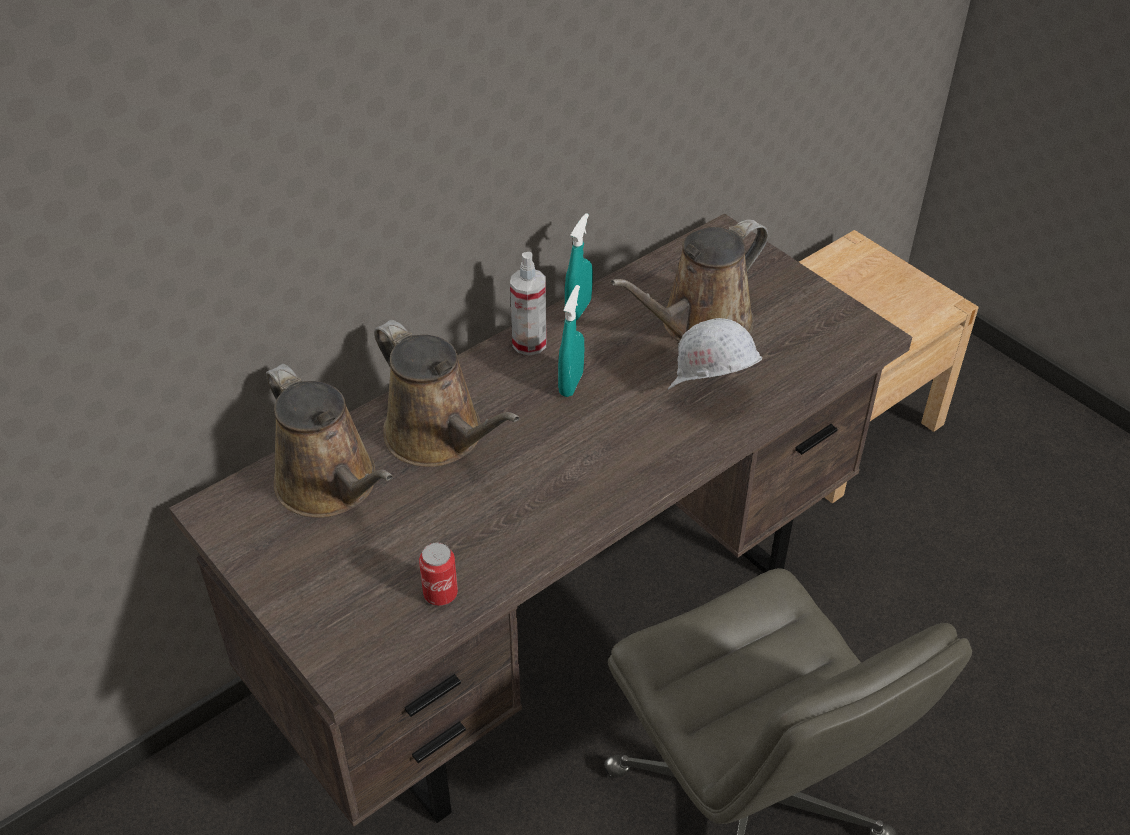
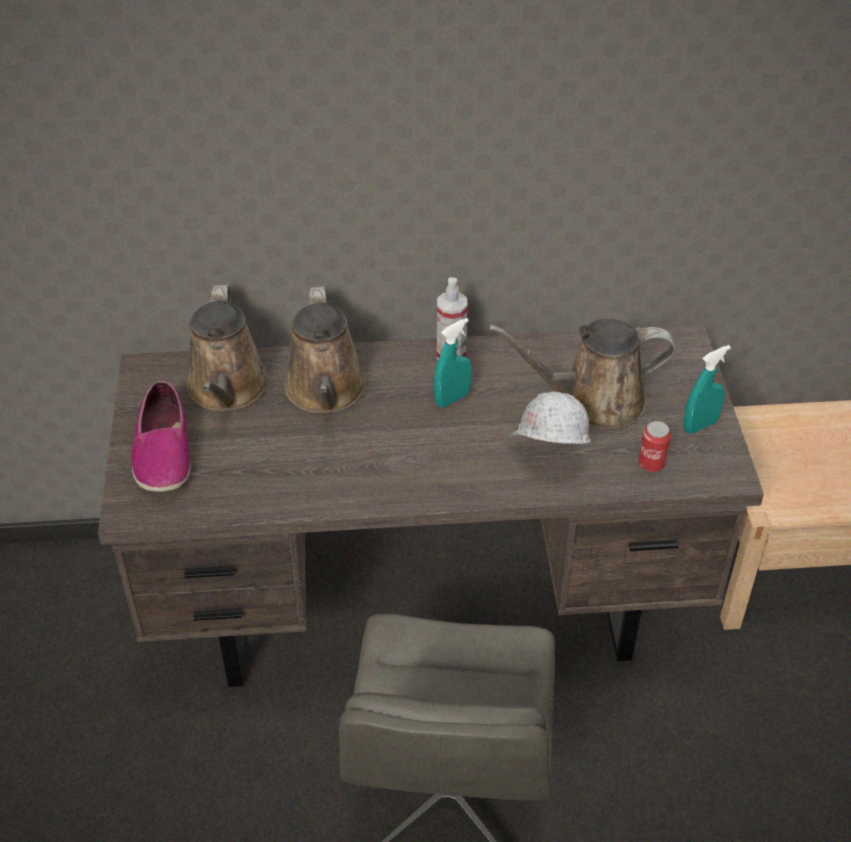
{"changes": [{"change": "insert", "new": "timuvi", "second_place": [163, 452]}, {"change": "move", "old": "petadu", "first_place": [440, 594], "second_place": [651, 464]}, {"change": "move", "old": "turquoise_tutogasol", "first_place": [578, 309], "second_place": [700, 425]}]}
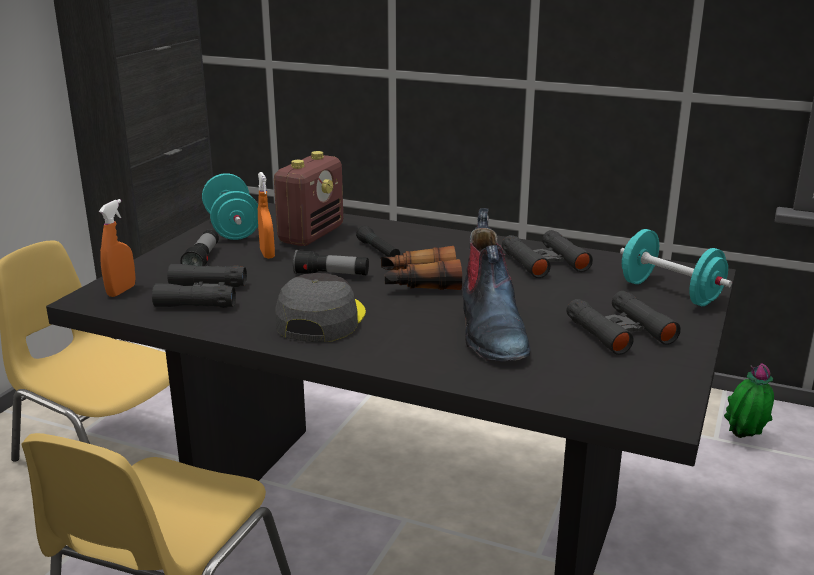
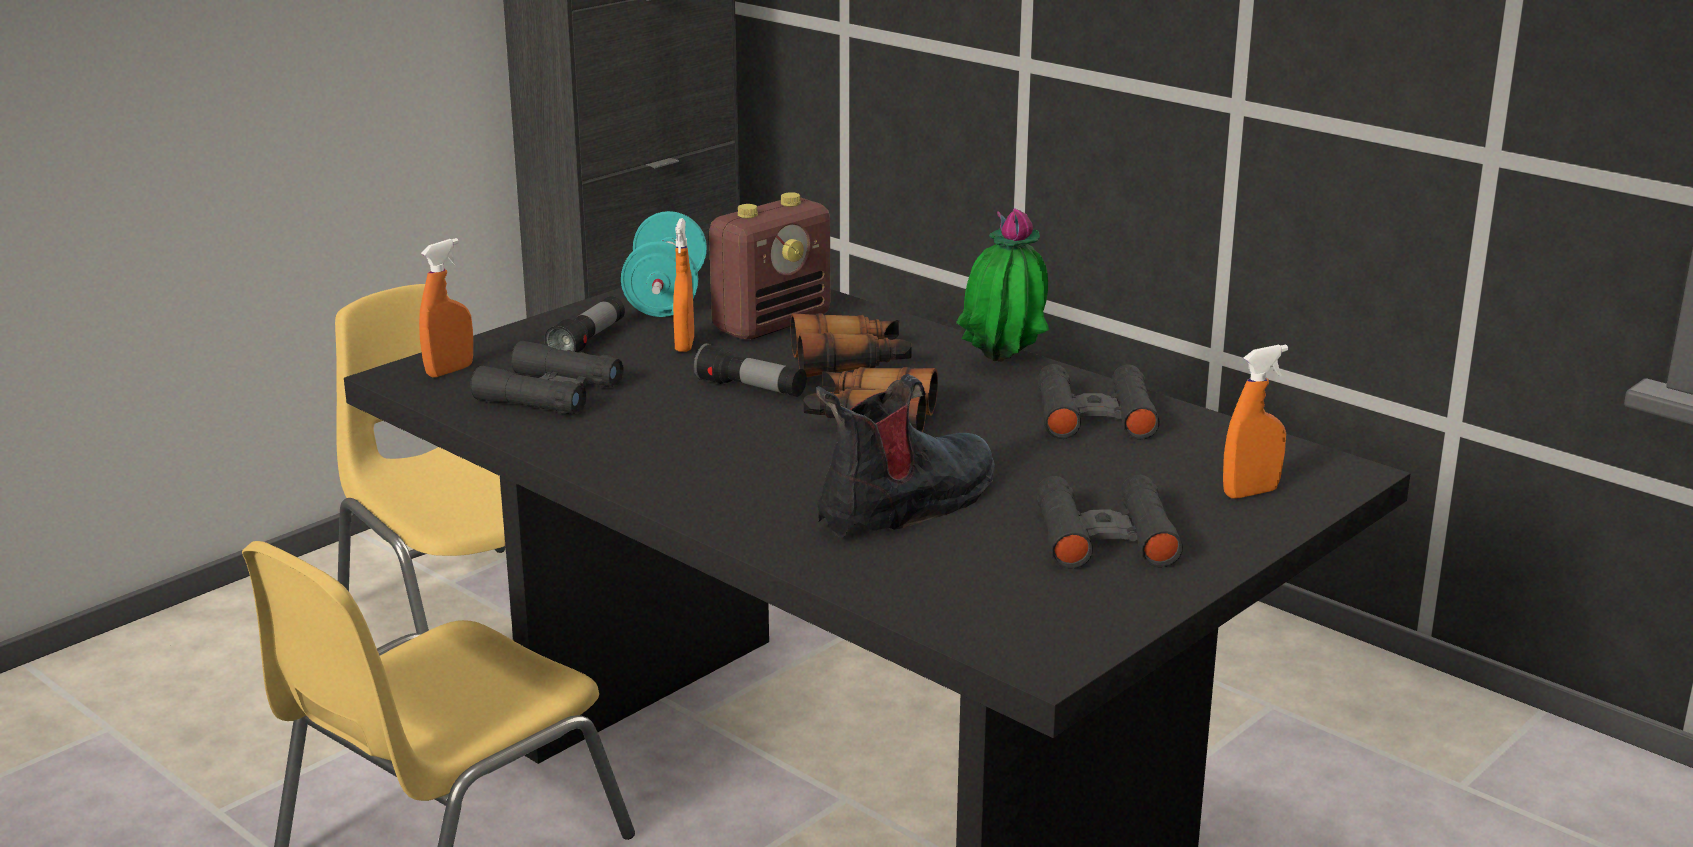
{"changes": [{"change": "replace", "old": "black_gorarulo", "new": "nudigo", "first_place": [378, 251], "second_place": [851, 363]}, {"change": "rotate", "old": "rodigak", "first_place": [490, 331], "second_place": [909, 505], "degrees": -150}, {"change": "move", "old": "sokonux", "first_place": [744, 439], "second_place": [1002, 364]}, {"change": "replace", "old": "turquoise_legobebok", "new": "orange_tutogasol", "first_place": [670, 293], "second_place": [1250, 492]}, {"change": "delete", "old": "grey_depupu", "first_place": [320, 319]}]}
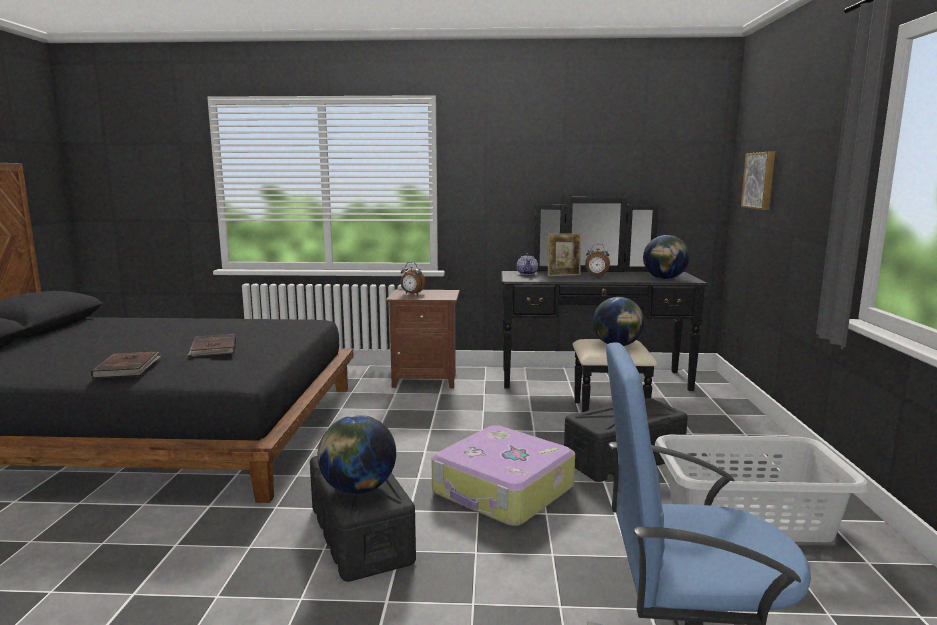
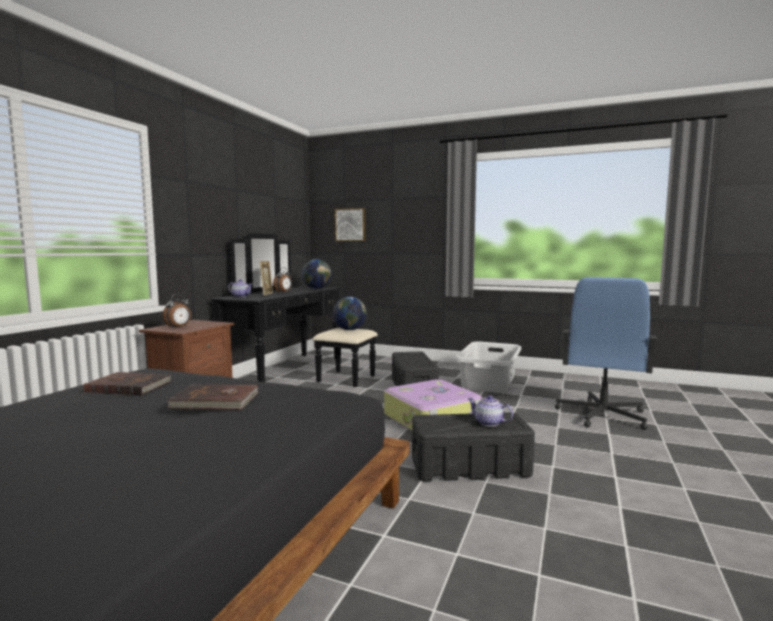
{"changes": [{"change": "move", "old": "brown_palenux", "first_place": [128, 367], "second_place": [129, 386]}, {"change": "replace", "old": "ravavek", "new": "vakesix", "first_place": [358, 489], "second_place": [489, 423]}]}
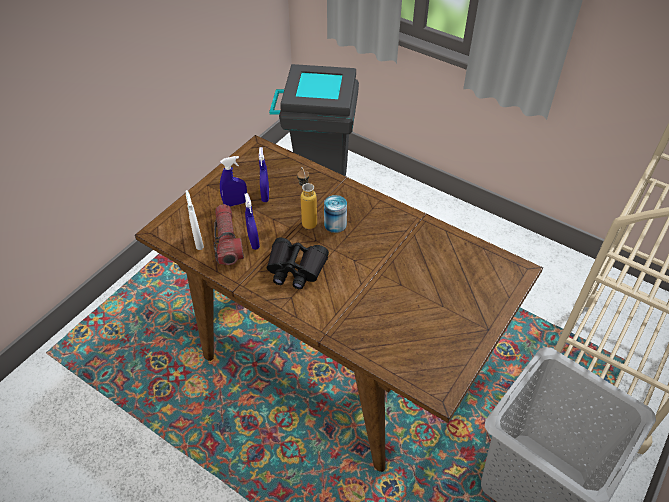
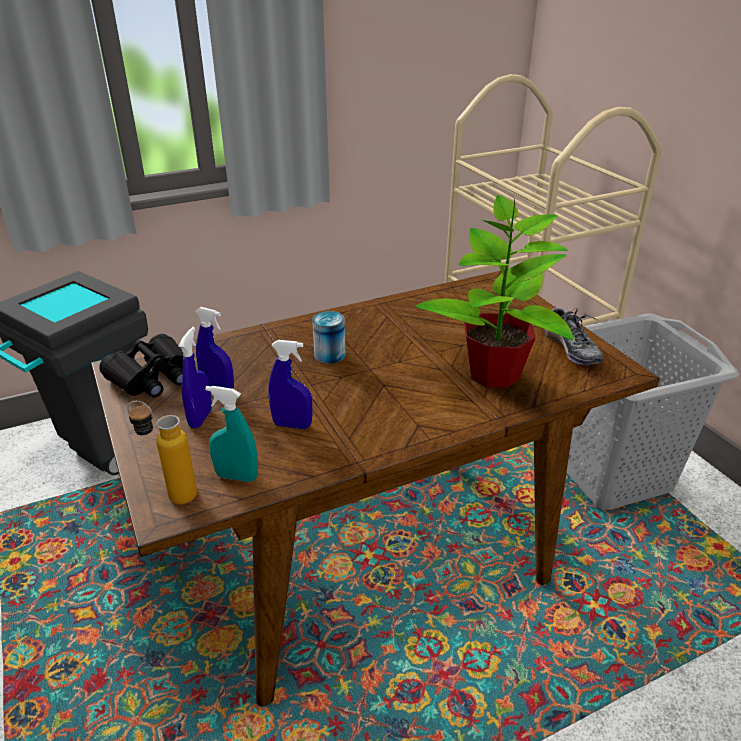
{"changes": [{"change": "move", "old": "black_nudigo", "first_place": [295, 268], "second_place": [152, 377]}, {"change": "move", "old": "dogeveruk", "first_place": [307, 220], "second_place": [172, 494]}, {"change": "recolor", "old": "white_tutogasol", "new": "turquoise_tutogasol", "first_place": [198, 242], "second_place": [236, 476]}, {"change": "insert", "new": "sokonux", "second_place": [493, 375]}, {"change": "insert", "new": "timuvi", "second_place": [571, 349]}, {"change": "delete", "old": "gorarulo", "first_place": [227, 241]}]}
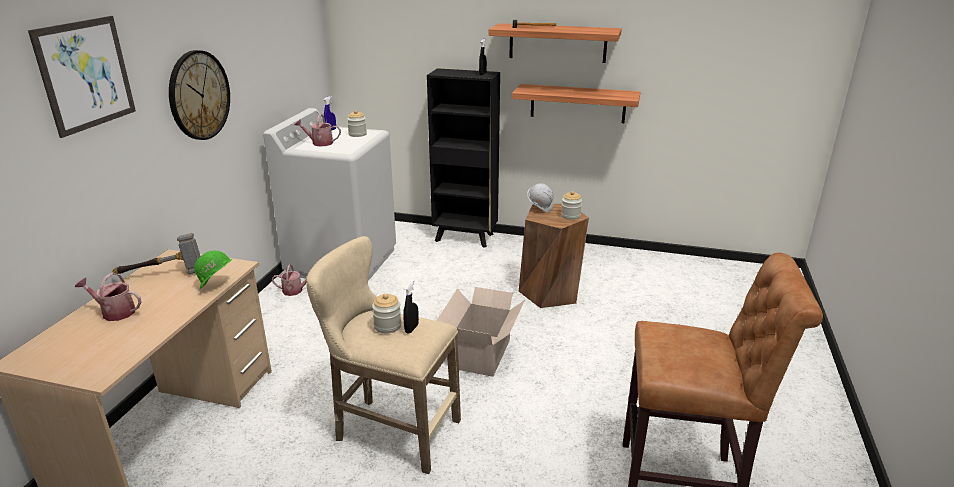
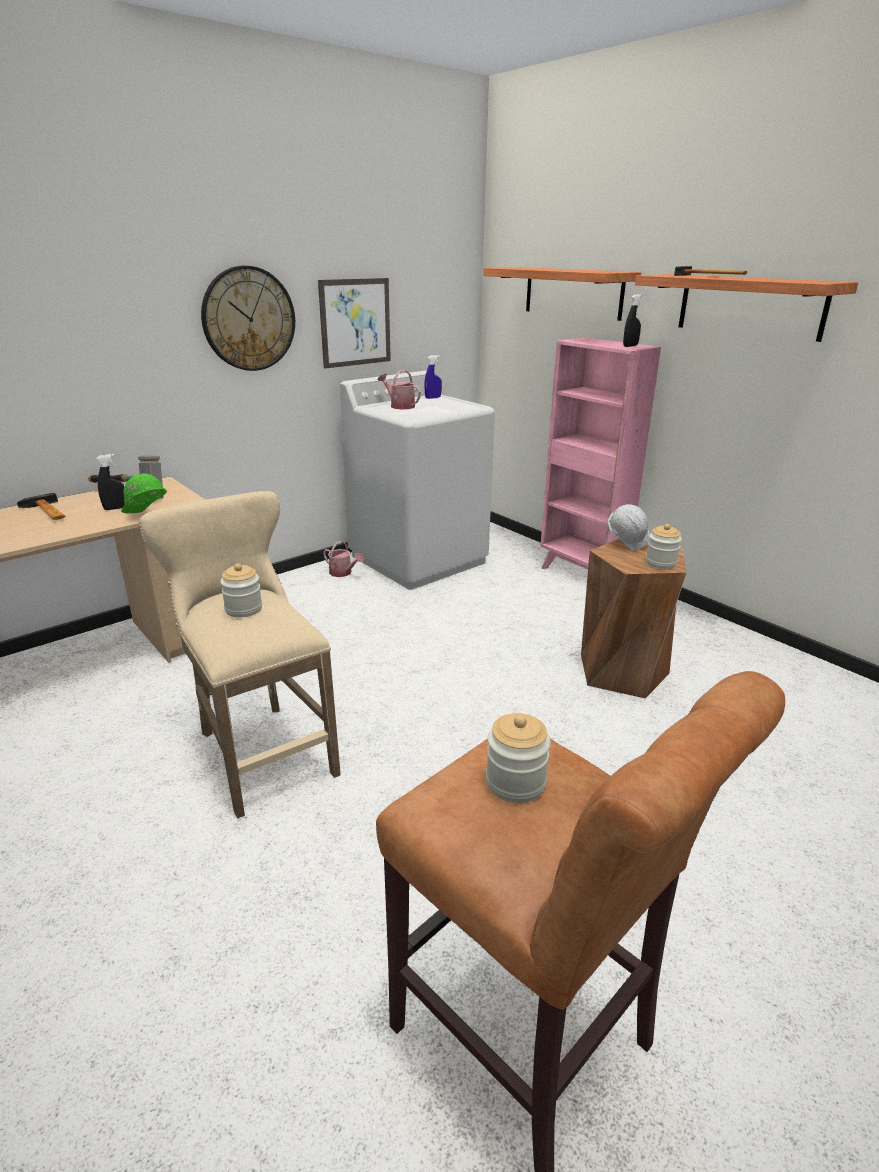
{"changes": [{"change": "replace", "old": "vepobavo", "new": "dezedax", "first_place": [114, 312], "second_place": [47, 513]}, {"change": "move", "old": "black_tutogasol", "first_place": [411, 328], "second_place": [115, 508]}, {"change": "move", "old": "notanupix", "first_place": [86, 74], "second_place": [355, 322]}, {"change": "move", "old": "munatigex", "first_place": [577, 103], "second_place": [573, 292]}, {"change": "move", "old": "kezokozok", "first_place": [357, 134], "second_place": [515, 782]}, {"change": "recolor", "old": "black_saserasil", "new": "pink_saserasil", "first_place": [465, 238], "second_place": [581, 574]}, {"change": "delete", "old": "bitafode", "first_place": [482, 352]}]}
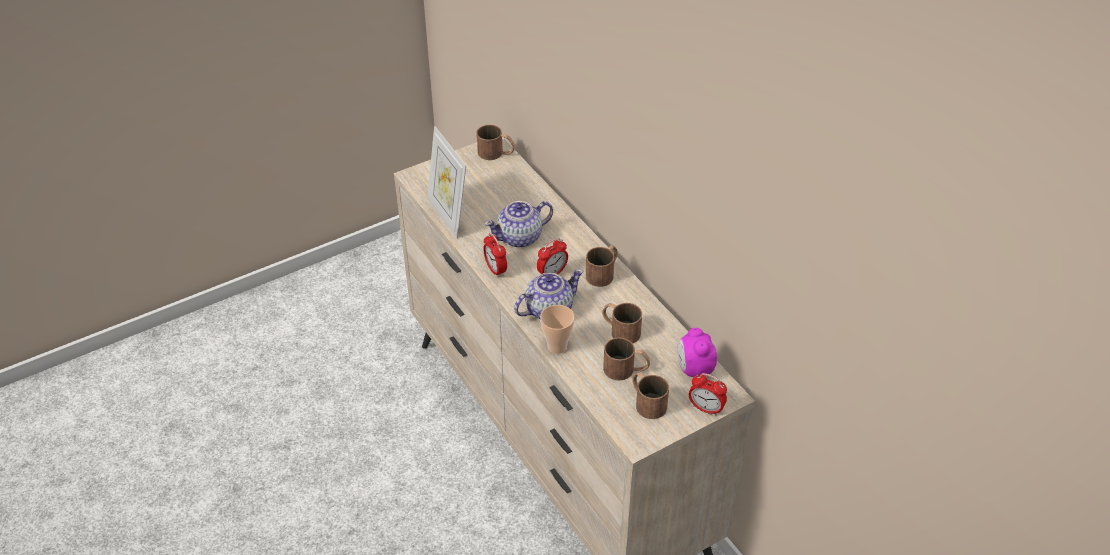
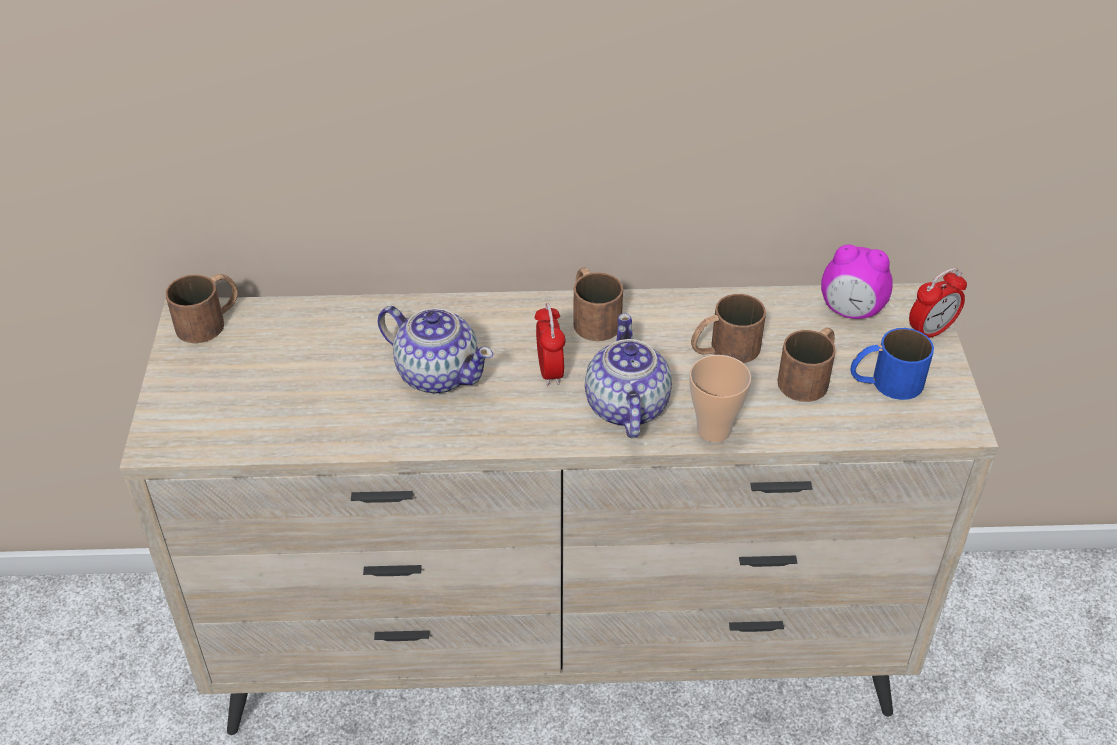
{"changes": [{"change": "rotate", "old": "vakesix", "first_place": [520, 237], "second_place": [437, 373], "degrees": -60}, {"change": "recolor", "old": "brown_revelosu", "new": "blue_revelosu", "first_place": [646, 401], "second_place": [885, 382]}, {"change": "delete", "old": "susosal", "first_place": [448, 215]}, {"change": "delete", "old": "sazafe", "first_place": [495, 270]}]}
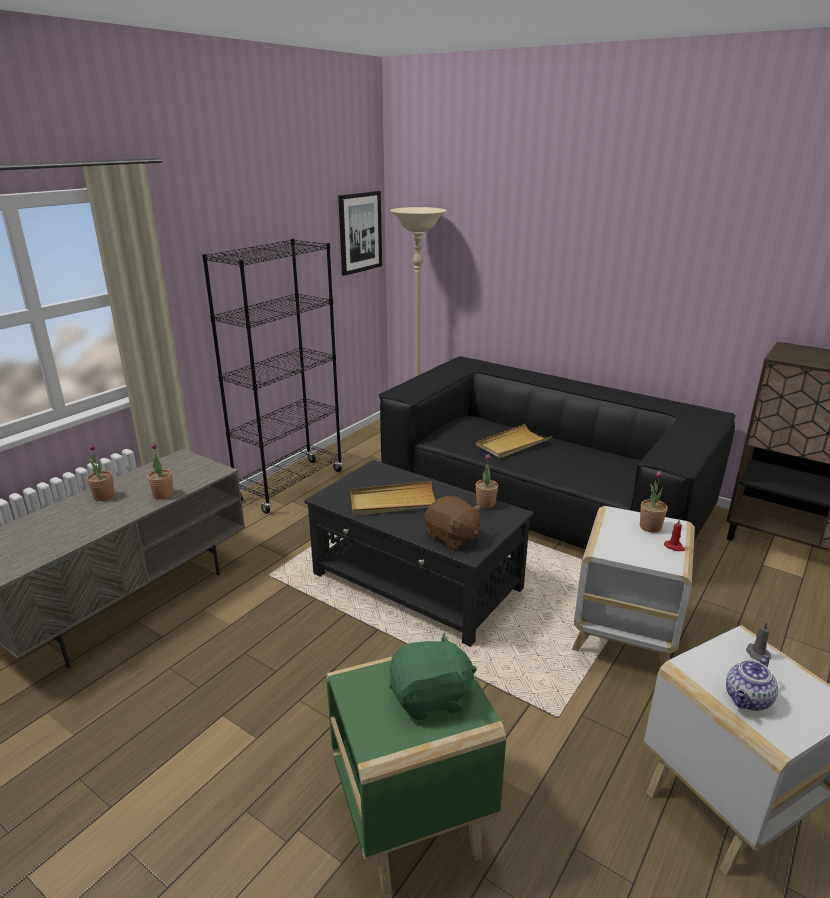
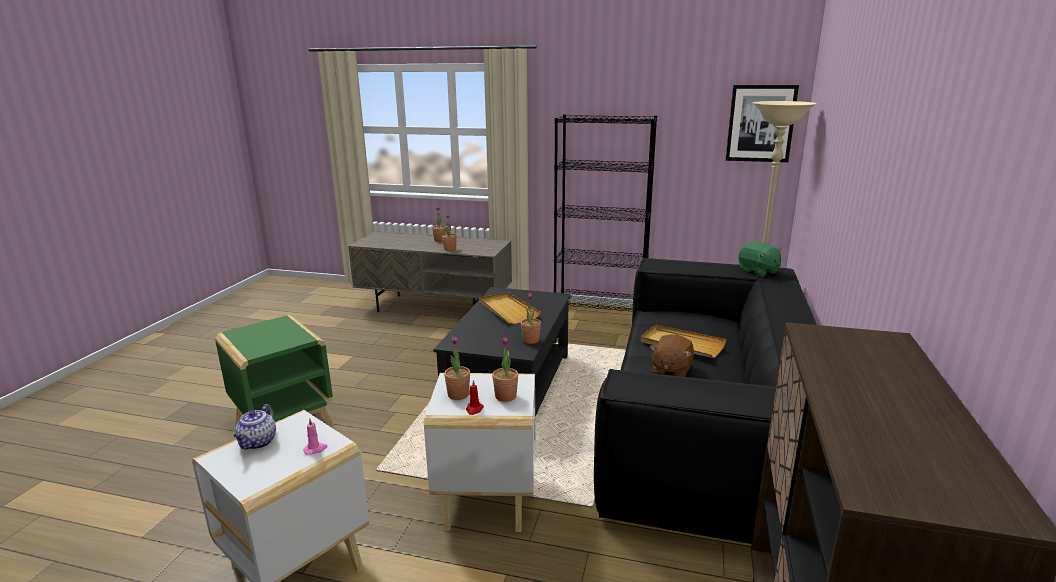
{"changes": [{"change": "rotate", "old": "vakesix", "first_place": [747, 700], "second_place": [258, 443], "degrees": -105}, {"change": "recolor", "old": "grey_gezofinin", "new": "pink_gezofinin", "first_place": [756, 653], "second_place": [315, 449]}, {"change": "insert", "new": "sokonux", "second_place": [458, 394]}, {"change": "move", "old": "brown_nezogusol", "first_place": [452, 537], "second_place": [670, 371]}, {"change": "move", "old": "green_nezogusol", "first_place": [431, 698], "second_place": [758, 271]}]}
